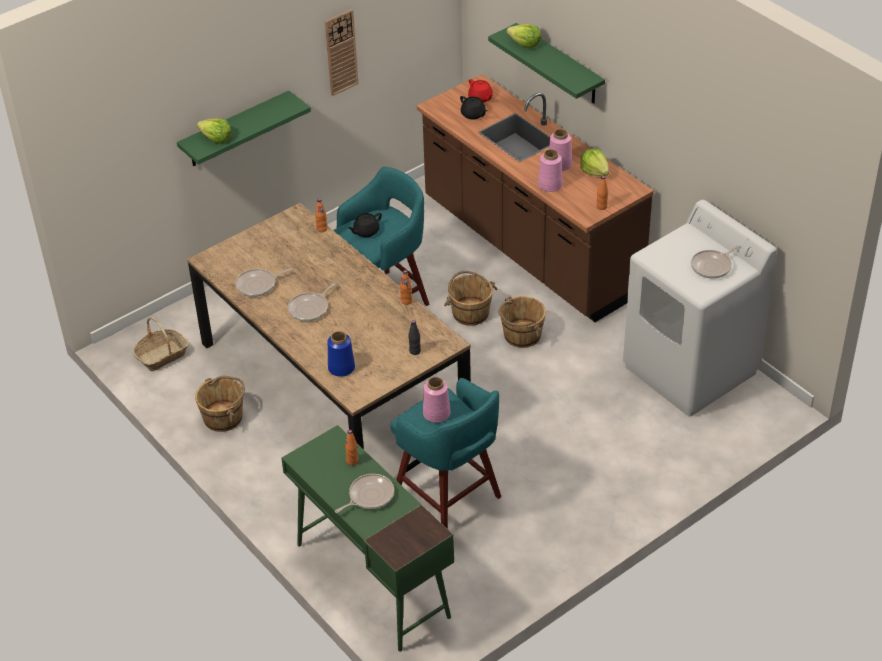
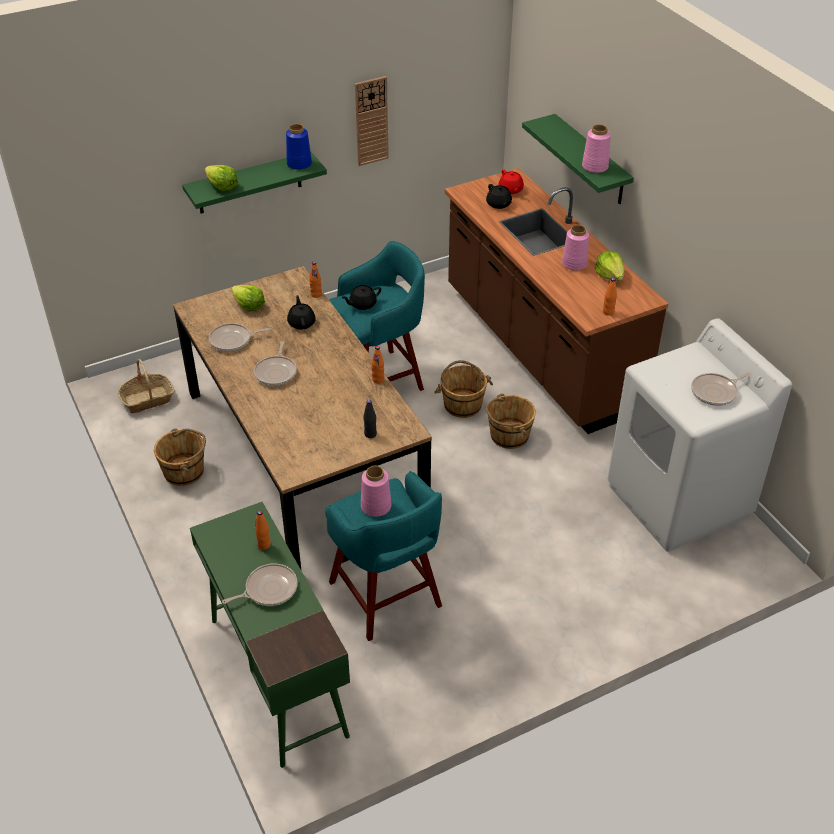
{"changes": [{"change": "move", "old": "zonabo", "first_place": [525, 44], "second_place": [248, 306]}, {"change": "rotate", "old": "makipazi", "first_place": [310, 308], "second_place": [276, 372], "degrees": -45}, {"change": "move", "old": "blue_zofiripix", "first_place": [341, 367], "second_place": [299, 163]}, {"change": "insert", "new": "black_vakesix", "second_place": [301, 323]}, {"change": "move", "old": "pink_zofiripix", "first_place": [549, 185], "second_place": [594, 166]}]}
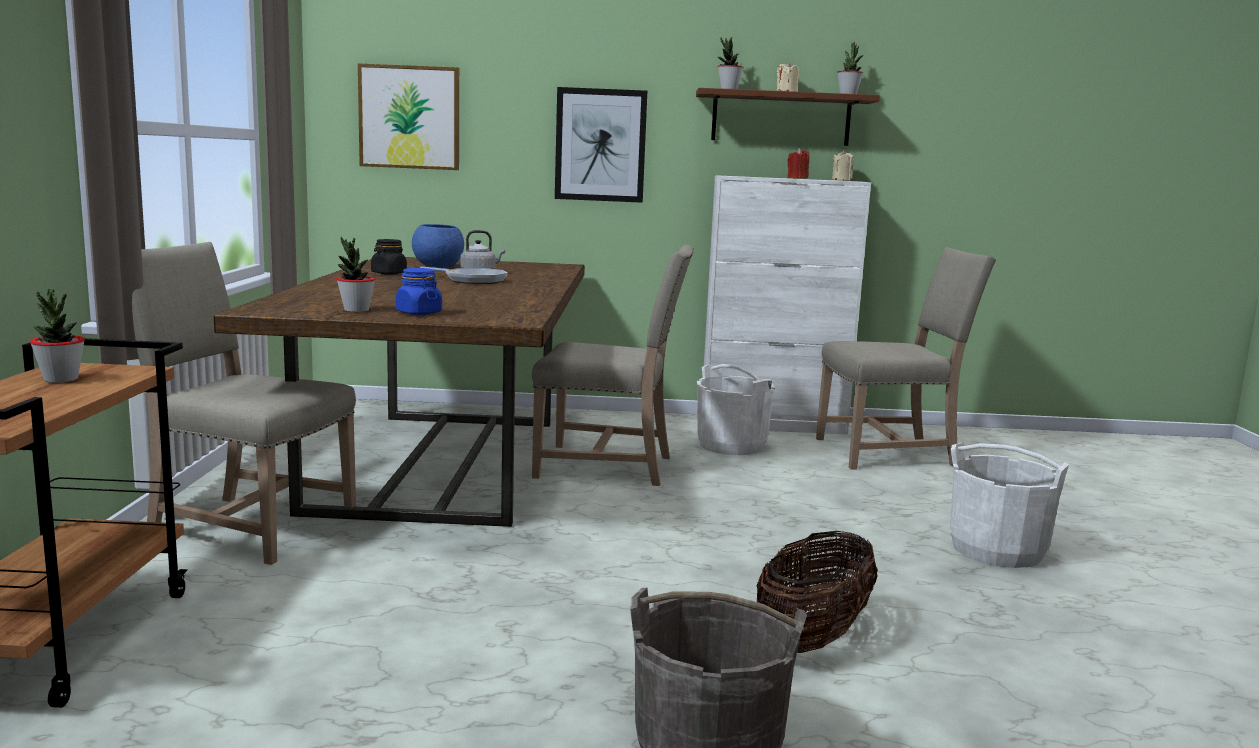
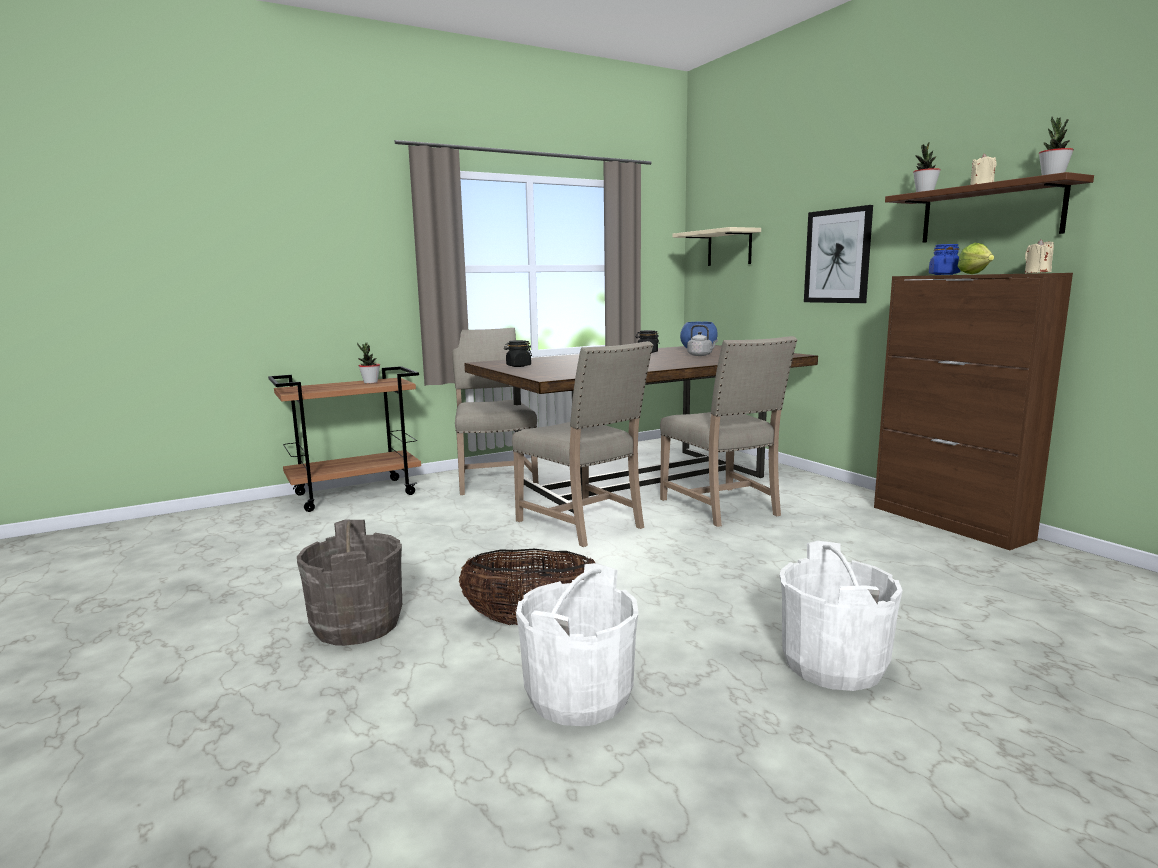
{"changes": [{"change": "replace", "old": "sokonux", "new": "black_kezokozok", "first_place": [356, 310], "second_place": [518, 366]}, {"change": "move", "old": "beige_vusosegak", "first_place": [890, 453], "second_place": [584, 524]}, {"change": "move", "old": "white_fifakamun", "first_place": [731, 445], "second_place": [579, 695]}, {"change": "replace", "old": "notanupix", "new": "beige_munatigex", "first_place": [409, 117], "second_place": [729, 248]}, {"change": "recolor", "old": "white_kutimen", "new": "brown_kutimen", "first_place": [773, 425], "second_place": [950, 523]}, {"change": "move", "old": "blue_kezokozok", "first_place": [418, 313], "second_place": [943, 274]}, {"change": "replace", "old": "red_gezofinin", "new": "zonabo", "first_place": [797, 178], "second_place": [976, 274]}, {"change": "delete", "old": "makipazi", "first_place": [472, 280]}]}
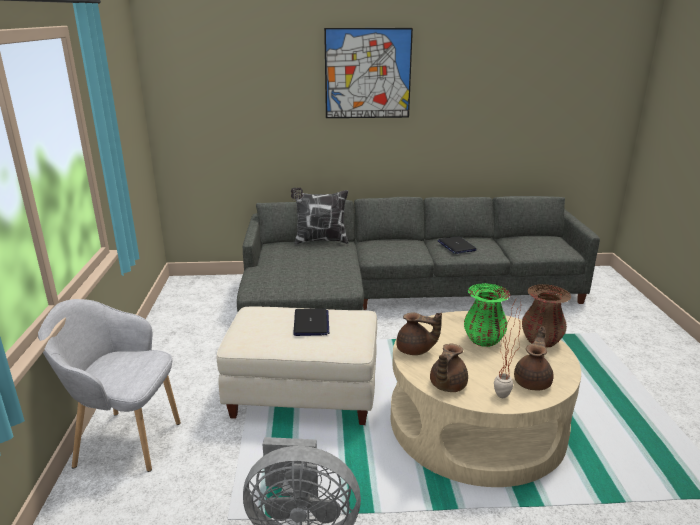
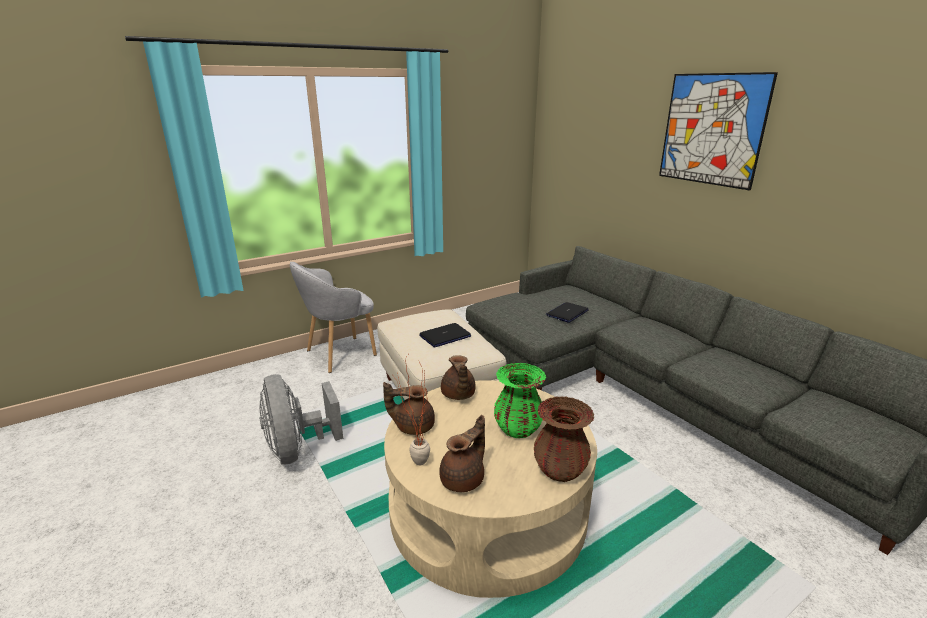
{"changes": [{"change": "rotate", "old": "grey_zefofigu", "first_place": [126, 441], "second_place": [339, 354], "degrees": -105}, {"change": "rotate", "old": "brown_vakesix", "first_place": [533, 381], "second_place": [464, 479], "degrees": -45}, {"change": "move", "old": "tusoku", "first_place": [456, 246], "second_place": [567, 313]}, {"change": "delete", "old": "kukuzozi", "first_place": [320, 241]}]}
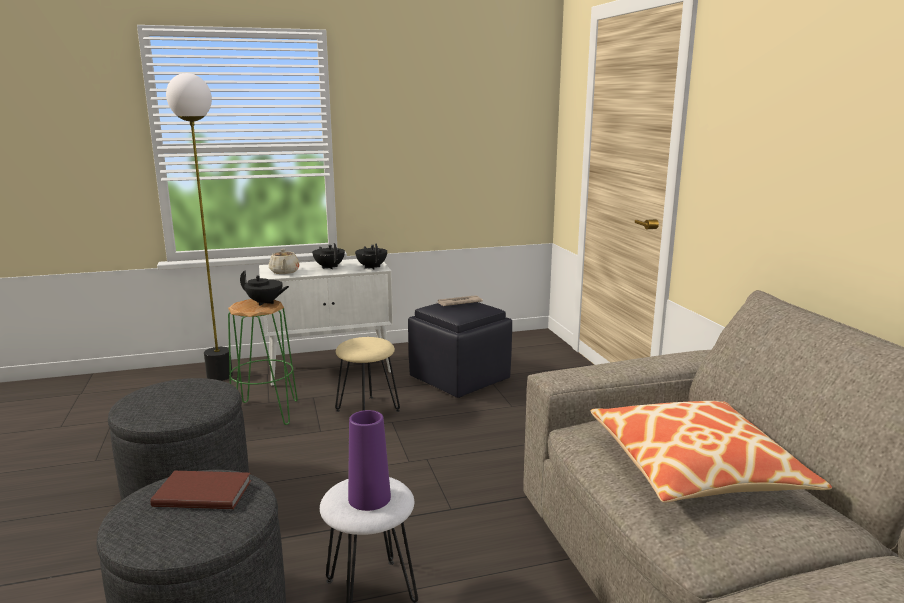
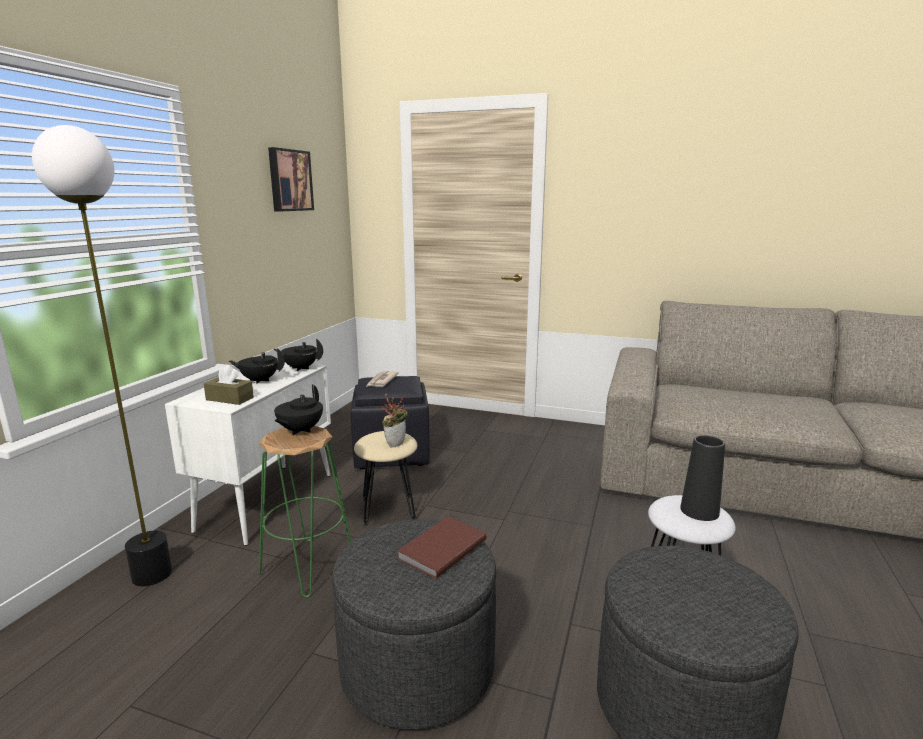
{"changes": [{"change": "replace", "old": "beige_vakesix", "new": "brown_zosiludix", "first_place": [284, 272], "second_place": [229, 399]}, {"change": "insert", "new": "notanupix", "second_place": [289, 180]}, {"change": "rotate", "old": "black_vakesix", "first_place": [265, 303], "second_place": [300, 431], "degrees": 150}, {"change": "insert", "new": "sokonux", "second_place": [395, 443]}, {"change": "move", "old": "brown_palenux", "first_place": [202, 492], "second_place": [440, 549]}, {"change": "recolor", "old": "purple_zofiripix", "new": "black_zofiripix", "first_place": [369, 498], "second_place": [699, 511]}, {"change": "delete", "old": "kukuzozi", "first_place": [695, 468]}]}
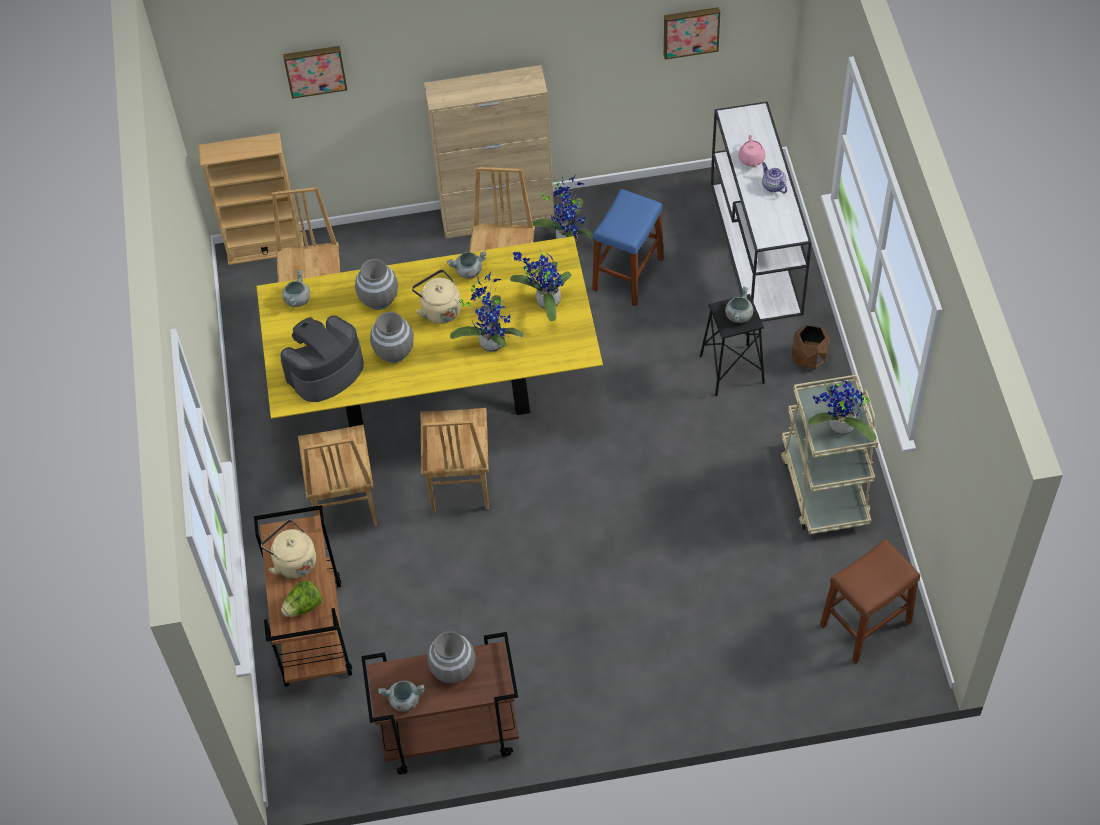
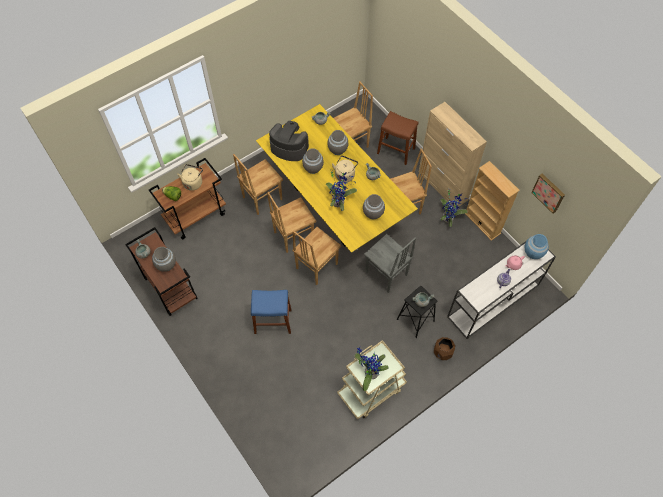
{"changes": [{"change": "move", "old": "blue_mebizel", "first_place": [628, 274], "second_place": [273, 321]}, {"change": "insert", "new": "brown_vusosegak", "second_place": [316, 266]}, {"change": "replace", "old": "sokonux", "new": "grey_zofiripix", "first_place": [545, 302], "second_place": [373, 213]}, {"change": "insert", "new": "grey_vusosegak", "second_place": [386, 274]}, {"change": "move", "old": "brown_mebizel", "first_place": [865, 624], "second_place": [396, 151]}, {"change": "move", "old": "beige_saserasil", "first_place": [265, 249], "second_place": [482, 223]}, {"change": "insert", "new": "blue_zofiripix", "second_place": [533, 253]}, {"change": "delete", "old": "notanupix", "first_place": [315, 69]}]}
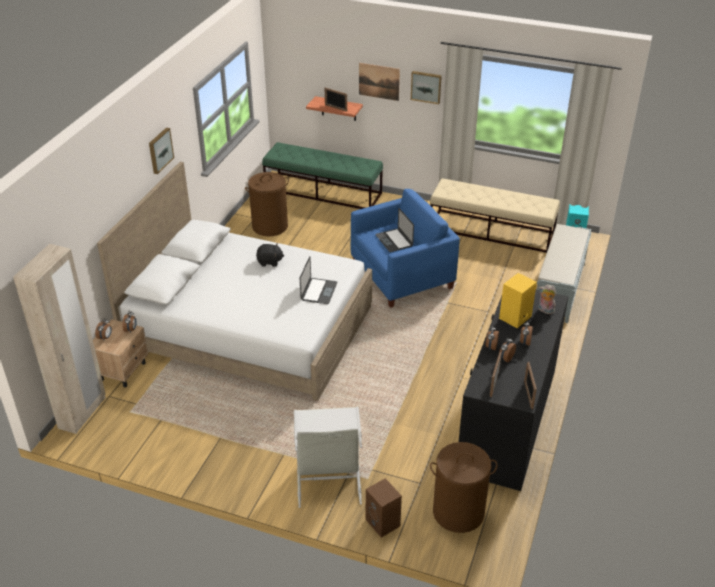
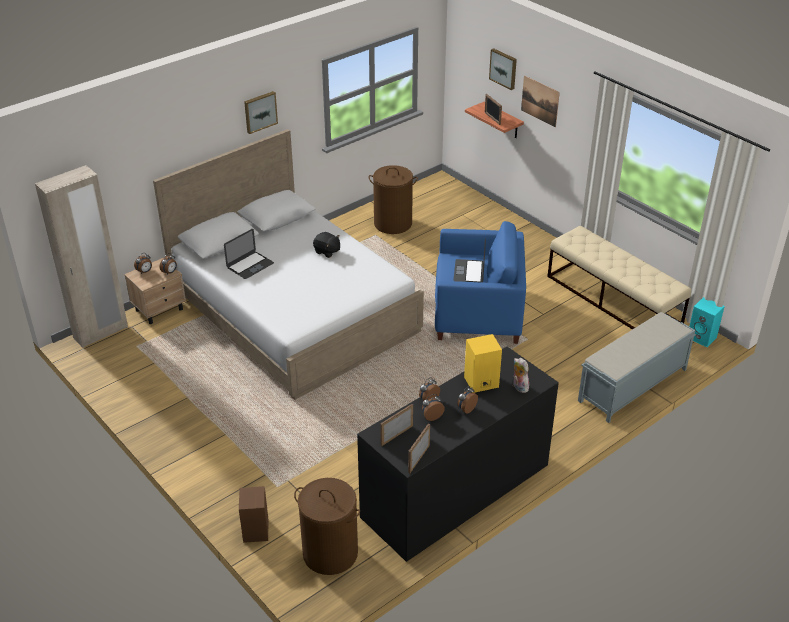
{"changes": [{"change": "move", "old": "tusoku", "first_place": [319, 291], "second_place": [250, 265]}, {"change": "move", "old": "notanupix", "first_place": [426, 87], "second_place": [504, 68]}, {"change": "delete", "old": "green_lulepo", "first_place": [323, 191]}, {"change": "delete", "old": "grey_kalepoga", "first_place": [328, 479]}]}
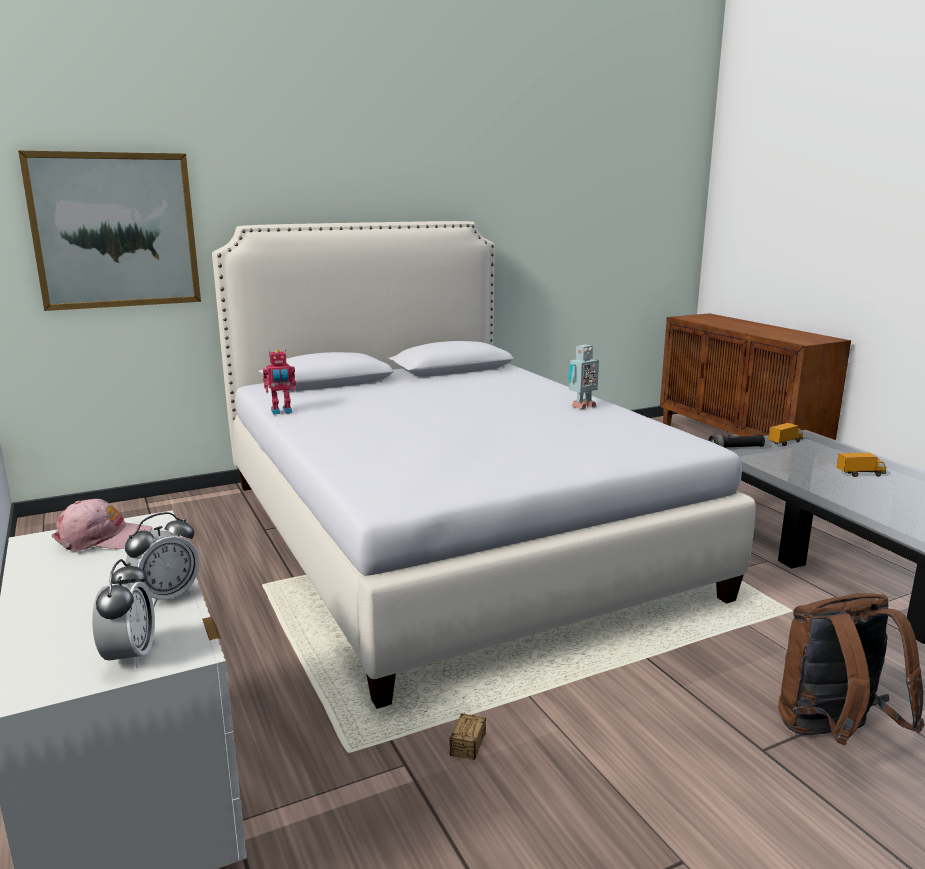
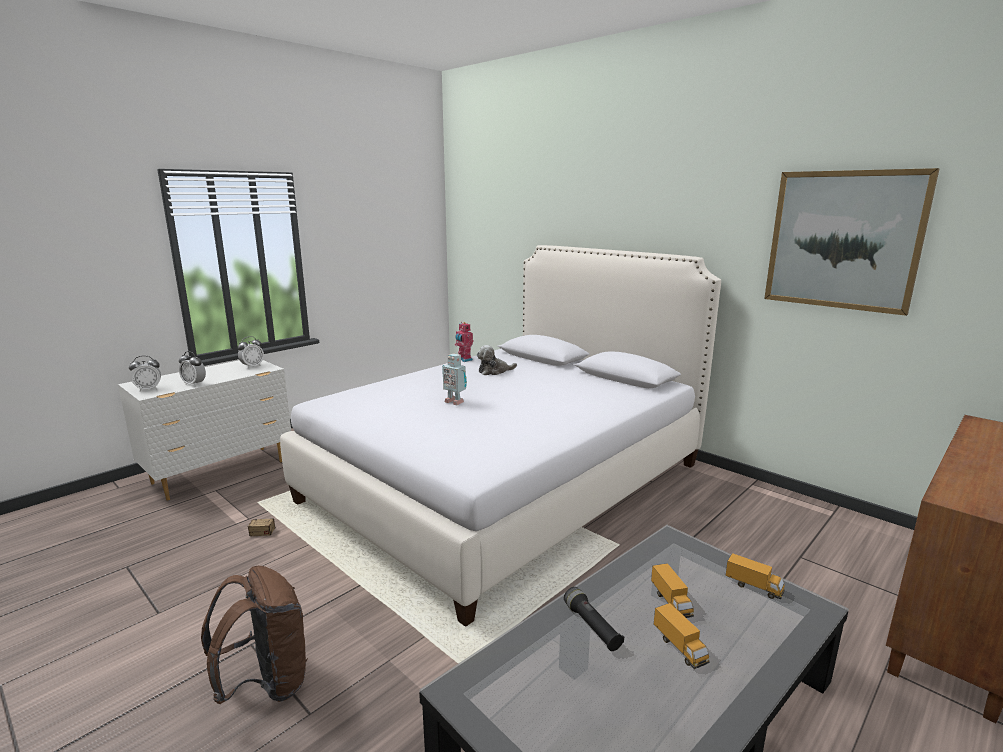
{"changes": [{"change": "replace", "old": "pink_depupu", "new": "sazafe", "first_place": [103, 538], "second_place": [252, 366]}, {"change": "move", "old": "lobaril", "first_place": [581, 406], "second_place": [454, 402]}, {"change": "insert", "new": "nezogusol", "second_place": [494, 371]}, {"change": "move", "old": "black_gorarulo", "first_place": [735, 448], "second_place": [592, 626]}, {"change": "insert", "new": "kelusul", "second_place": [671, 602]}, {"change": "move", "old": "notanupix", "first_place": [115, 231], "second_place": [843, 240]}]}
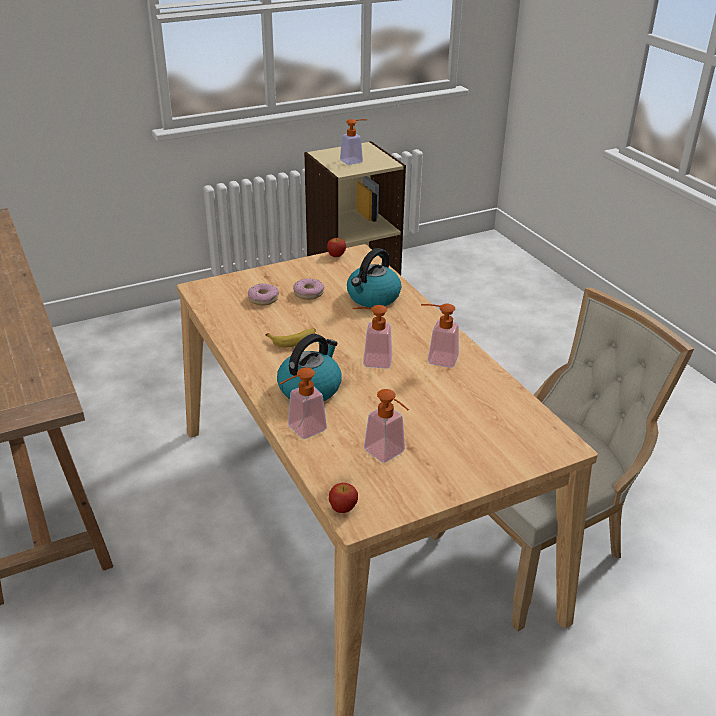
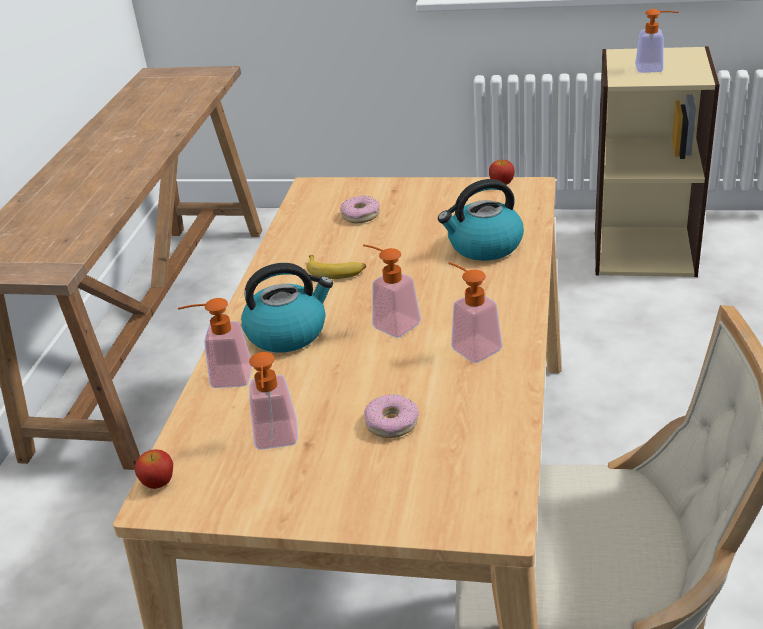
{"changes": [{"change": "move", "old": "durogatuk", "first_place": [308, 293], "second_place": [392, 423]}]}
